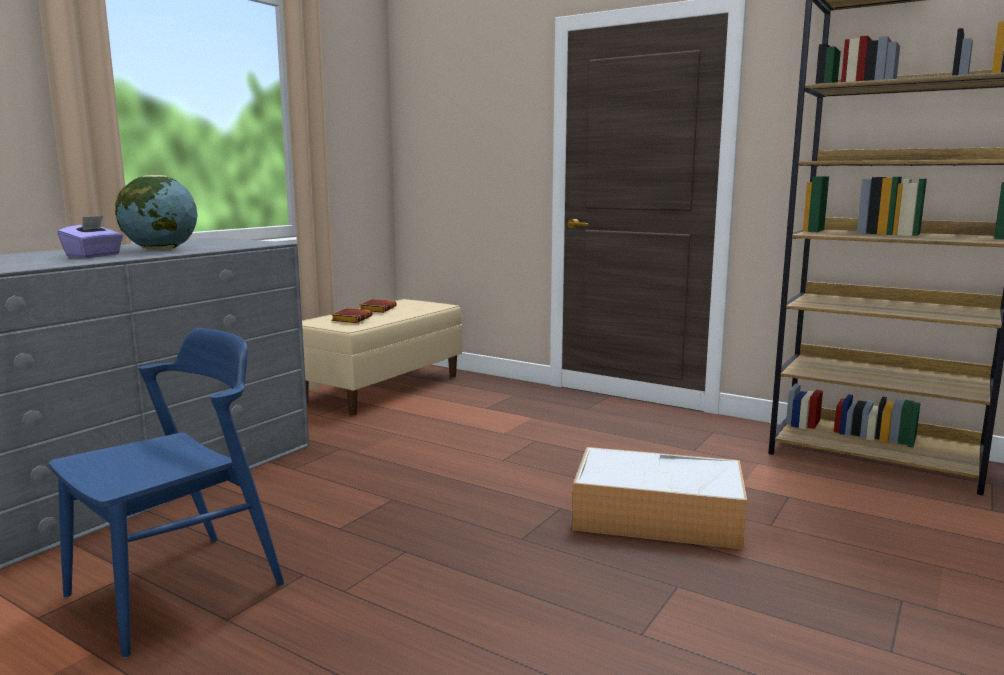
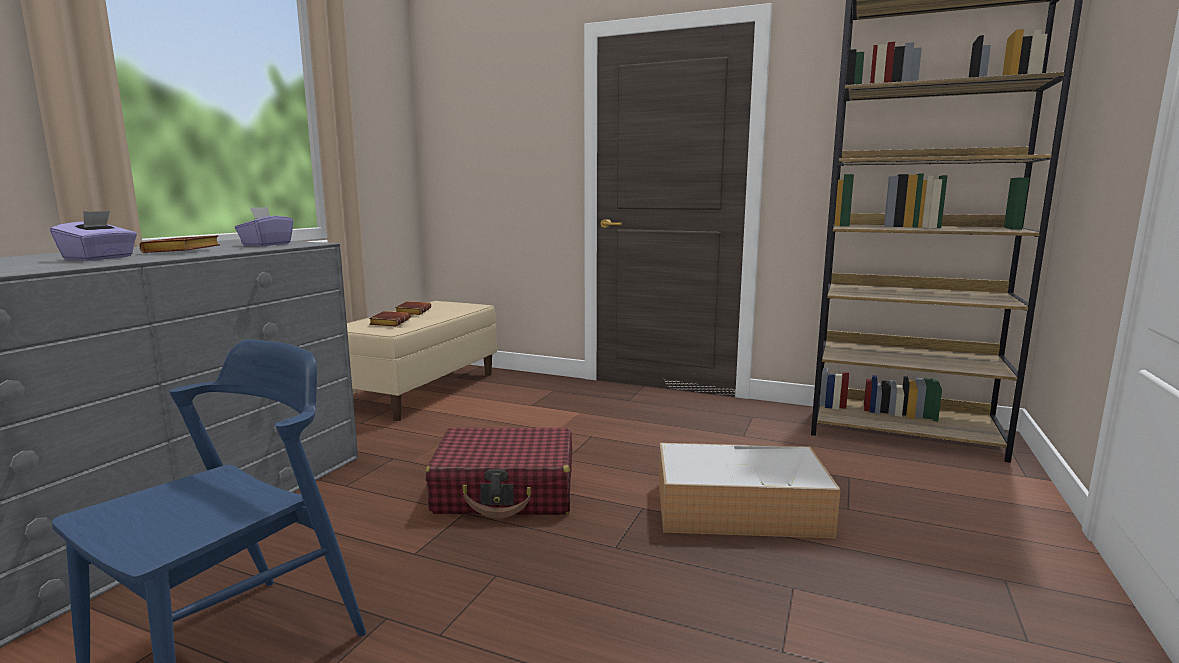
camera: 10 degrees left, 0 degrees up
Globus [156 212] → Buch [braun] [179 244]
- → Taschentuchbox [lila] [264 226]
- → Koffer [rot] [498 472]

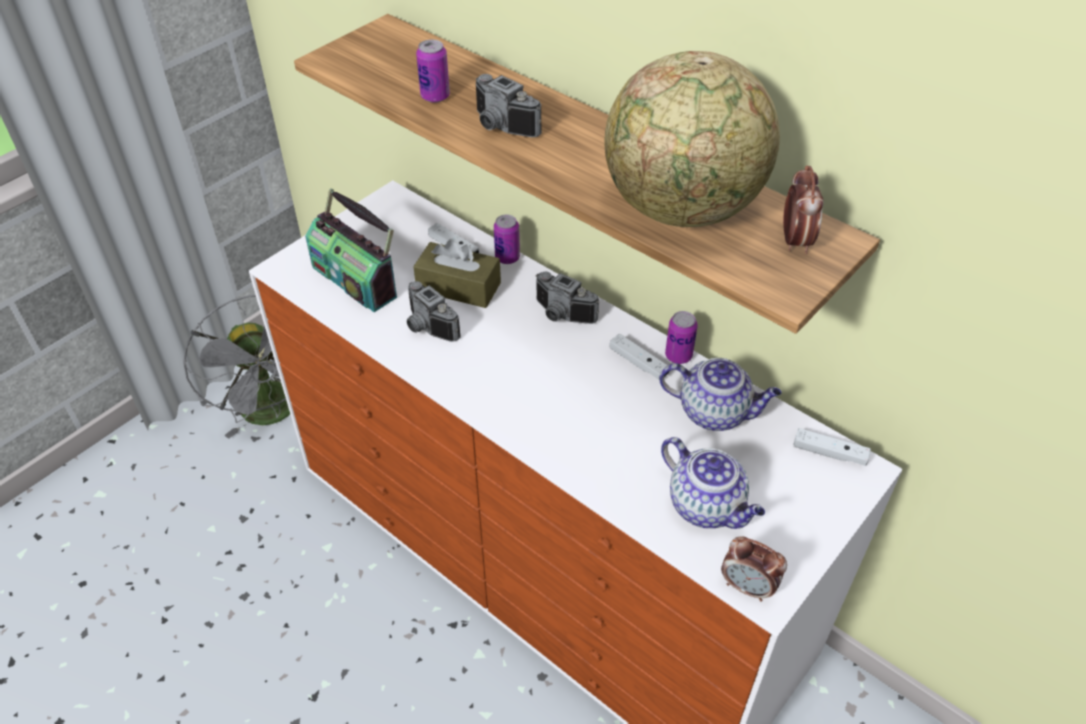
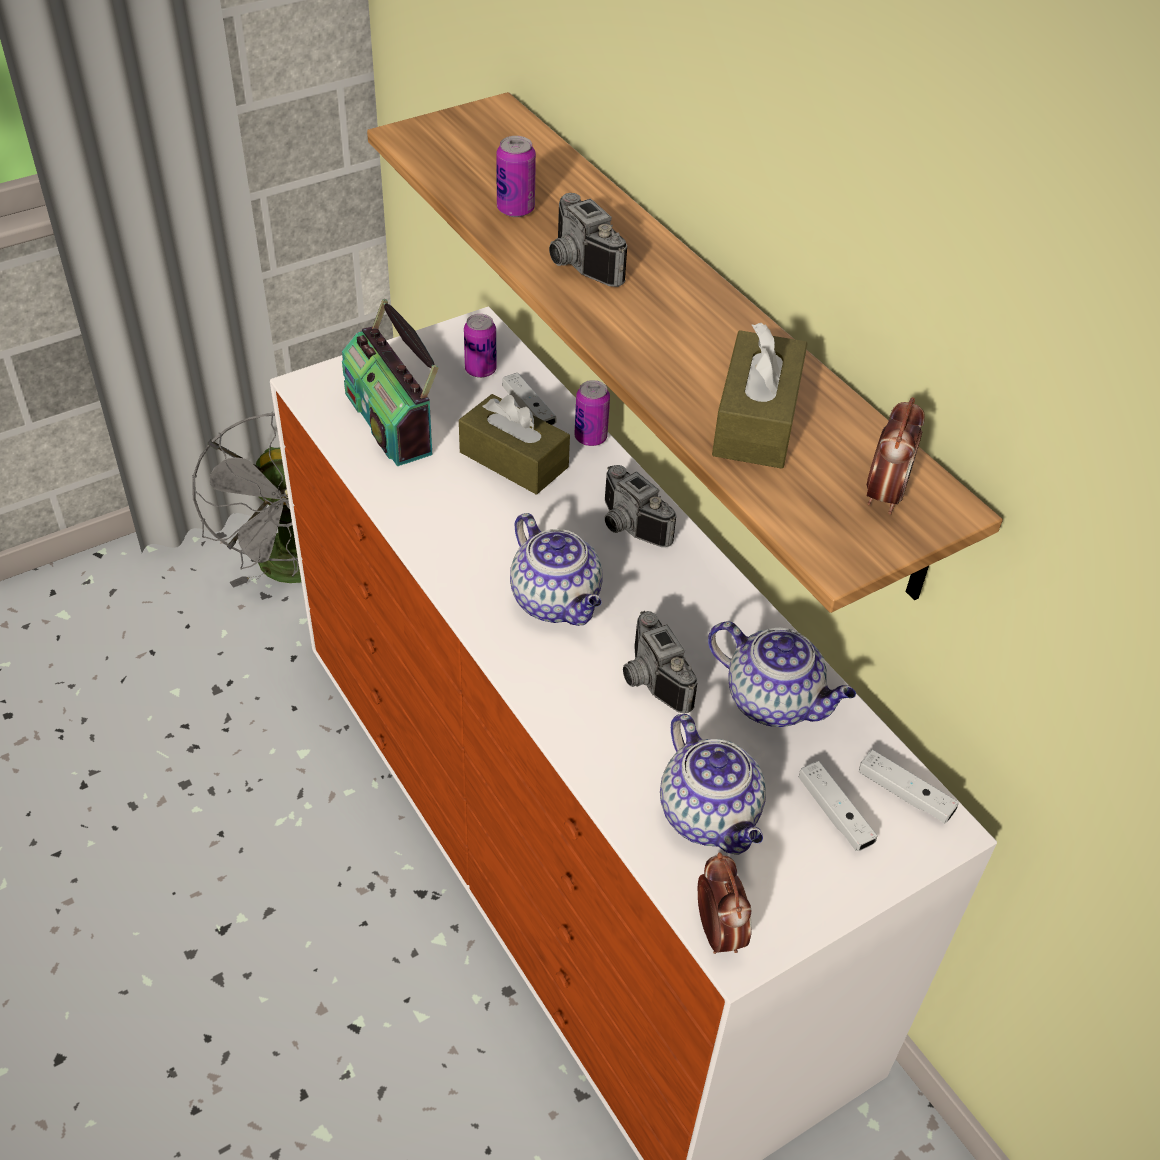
camera: 15 degrees right, 0 degrees up
Kamera [434 311] → Kamera [660 662], shifted
Globus [692 139] → Taschentuchbox [braun] [760 396]
Gamepad [weiß] [640 357] → Gamepad [weiß] [838 806], shifted
Dose [681 337] → Dose [480 346], shifted
Wecker [754 569] → Wecker [725 903], 150 degrees counterclockwise
- → Teekanne [556 569]

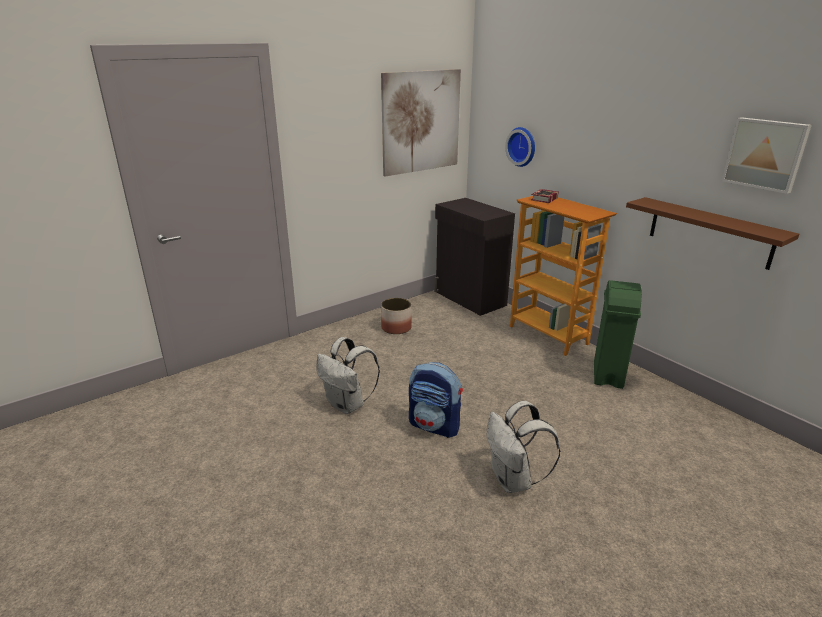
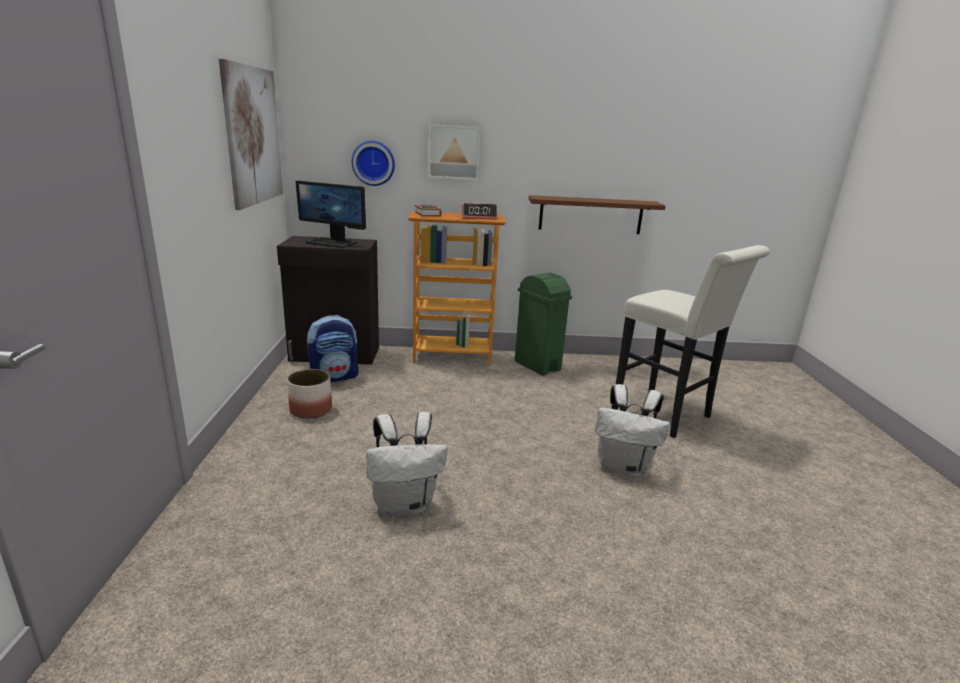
camera: 55 degrees left, 5 degrees down
Rucksack [436 400] → Rucksack [333 348], shifted
Bild [767 155] → Bild [454 152], shifted
- → Monitor [331 214]
- → Wecker [479 211]
- → Hocker [weiß] [692 341]

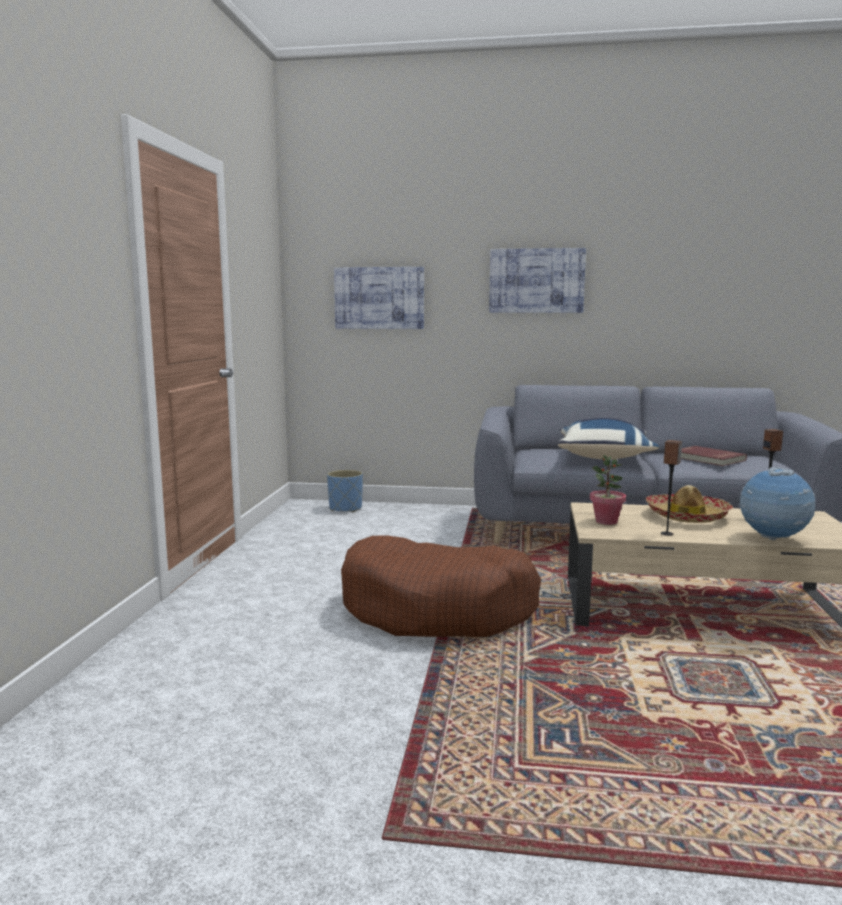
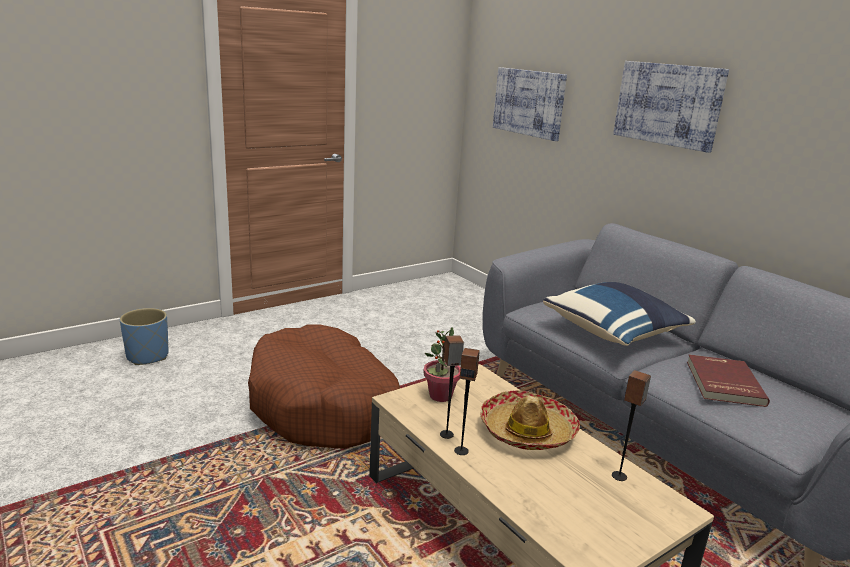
camera: 45 degrees right, 10 degrees up
Pflanzkübel [blau] [345 491] → Pflanzkübel [blau] [144 336], shifted
Globus [776 503] → -
- → Lautsprecher [467 401]

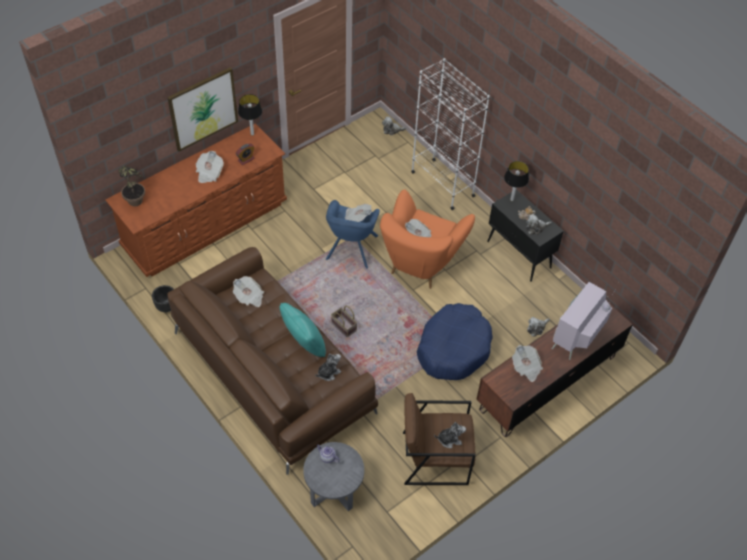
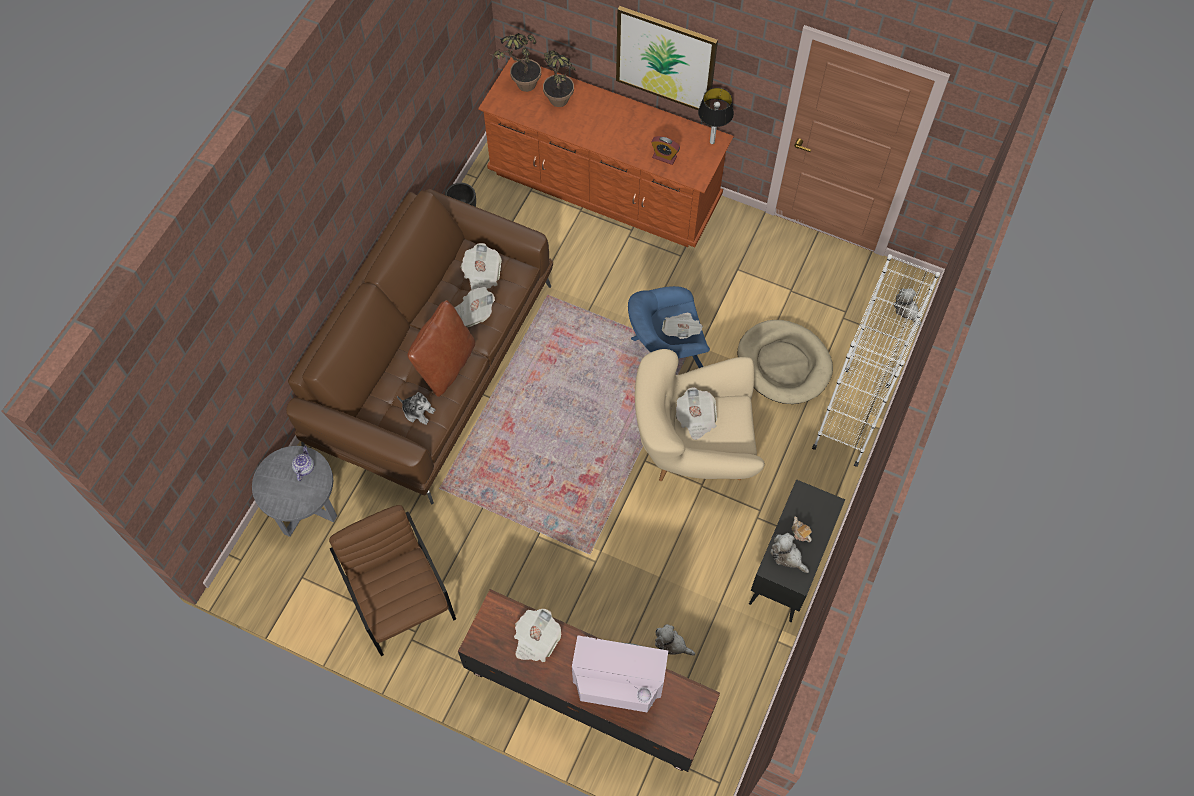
camera: 65 degrees right, 10 degrees up
Zeitung [210 167] → Zeitung [474 307], shifted
Kissen [türkis] [302 330] → Kissen [braun] [441 348]
Korb [344 322] → -
Sessel [orange] [427 239] → Sessel [beige] [700 415]
Hundebett [blau] [455 341] → -
Plüschtier [450 435] → -
Tischlampe [516 181] → -
- → Topfpflanze [559 78]
- → Hundebett [beige] [785 362]

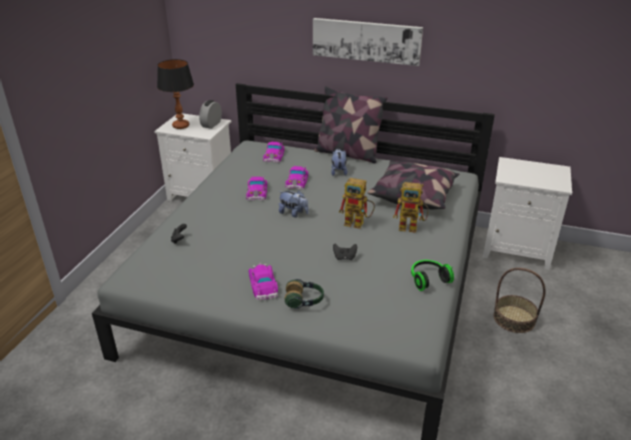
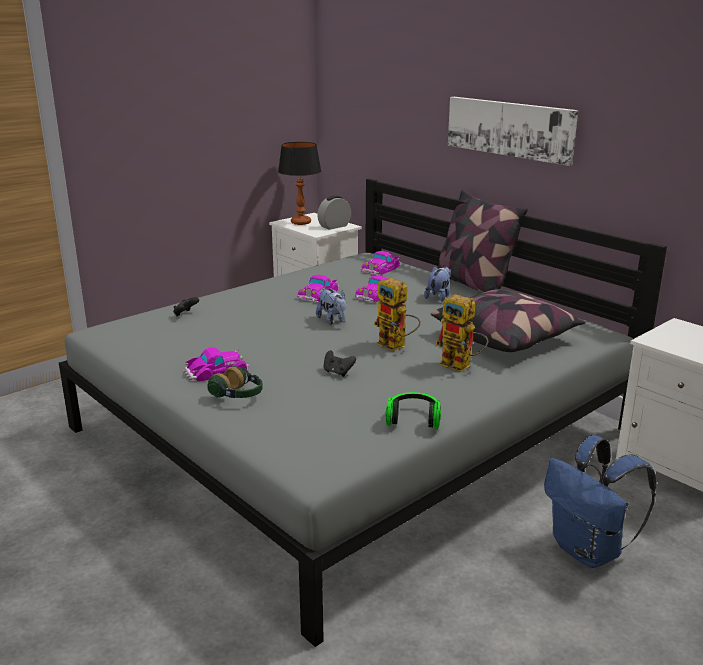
camera: 30 degrees right, 10 degrees down
Spielzeugauto [263 281] → Spielzeugauto [216 364], 45 degrees clockwise
Korb [520 300] → Rucksack [blau] [600 501]

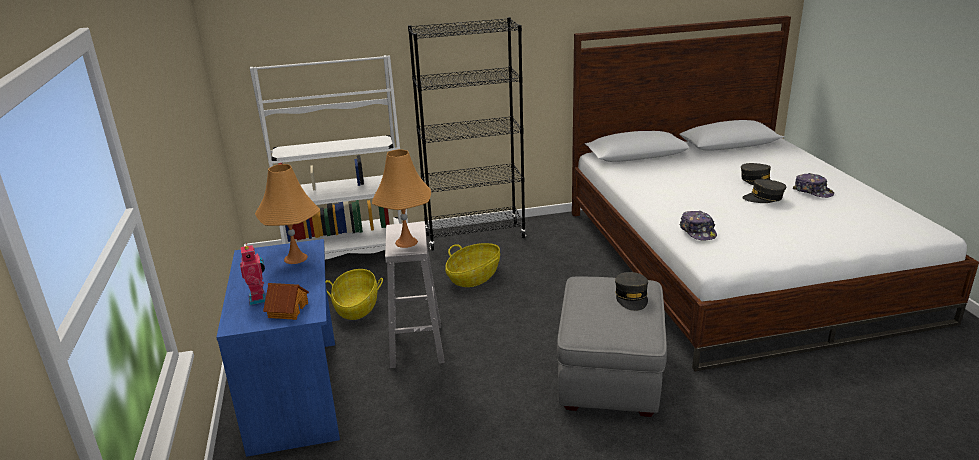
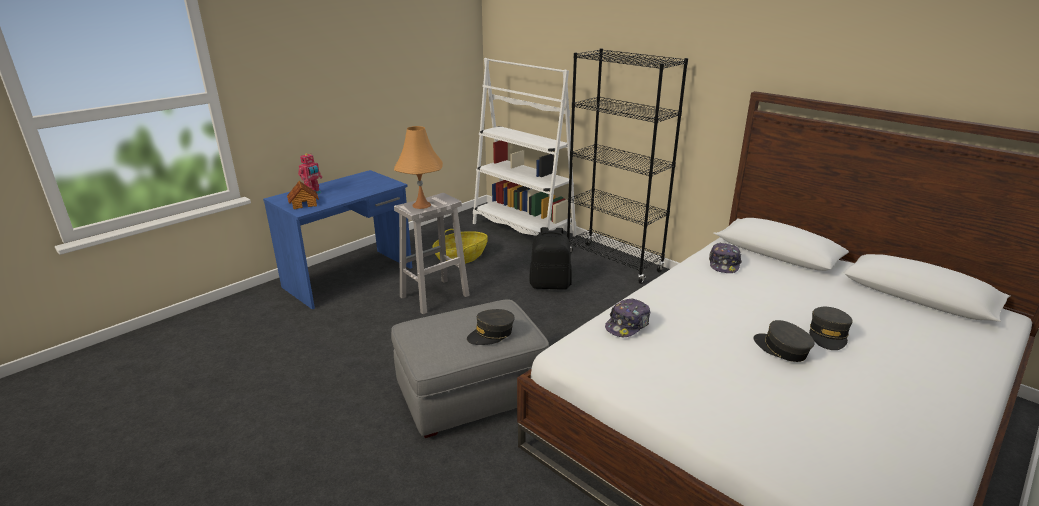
camera: 55 degrees right, 0 degrees up
Tischlampe [orange] [287 214] → -
Korb [472 265] → Rucksack [schwarz] [550 258]
Kappe [813 185] → Kappe [725 257], shifted

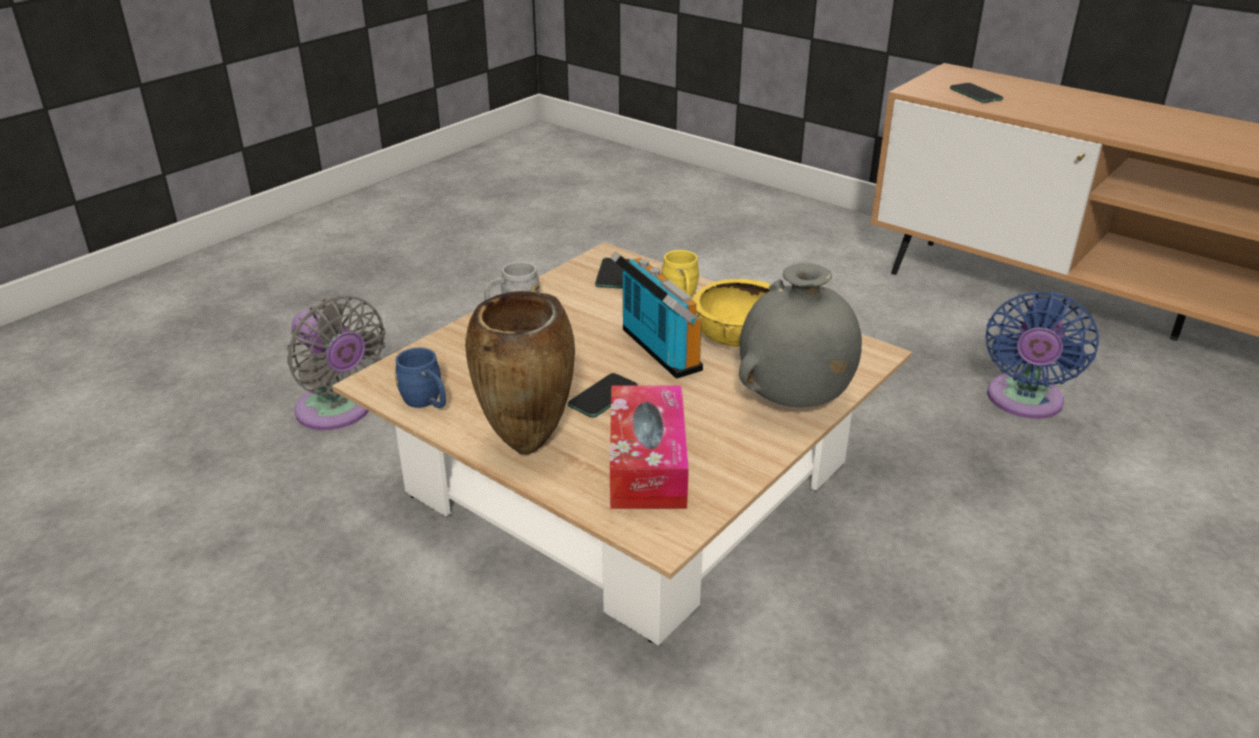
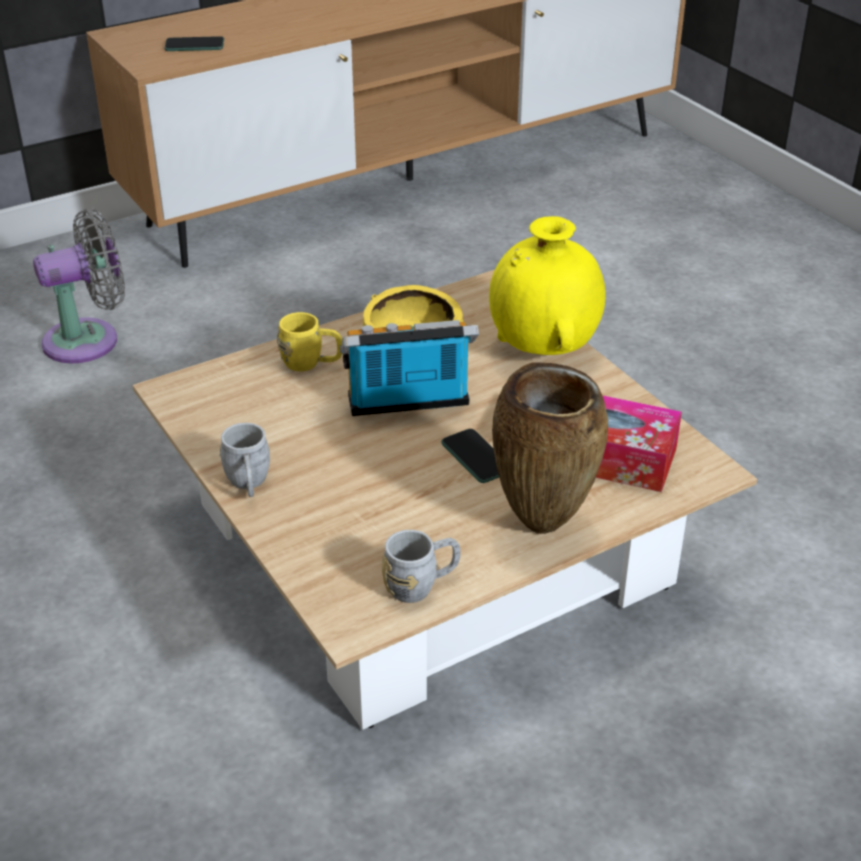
camera: 70 degrees left, 5 degrees up
Ventilator [grau] [336 362] → Ventilator [grau] [79 286], shifted
Henkelbecher [blau] [420 378] → Henkelbecher [grau] [421 566]
Handy [612 273] → -
Vase [grau] [800 335] → Vase [gelb] [547 285]
Ventilator [blau] [1042 355] → -

